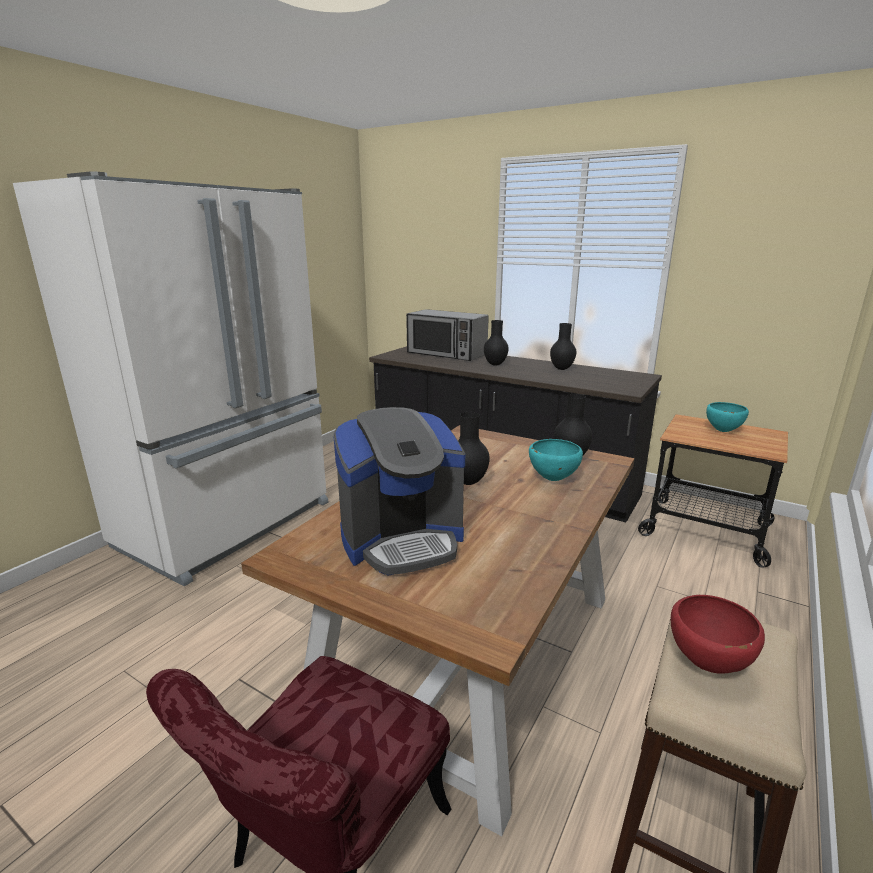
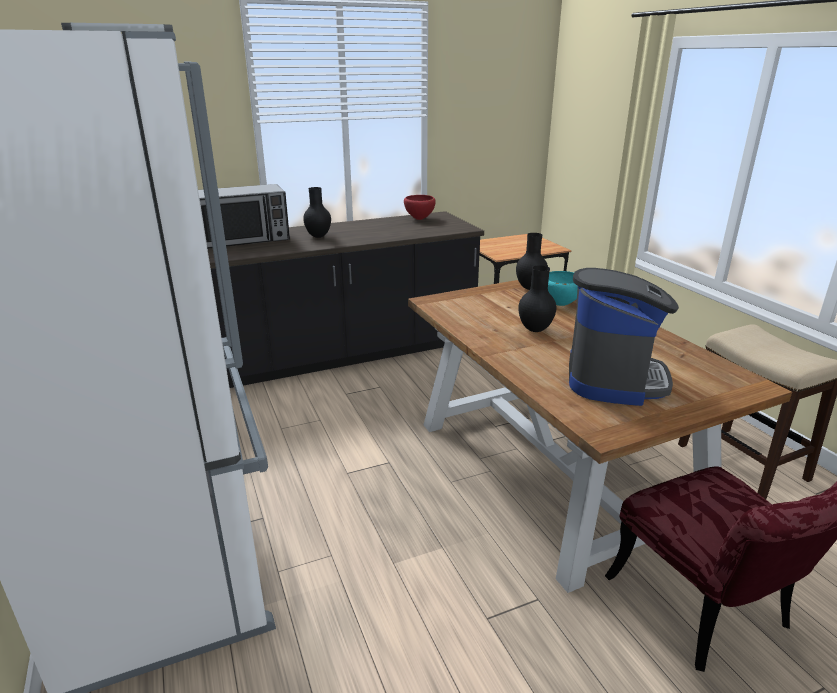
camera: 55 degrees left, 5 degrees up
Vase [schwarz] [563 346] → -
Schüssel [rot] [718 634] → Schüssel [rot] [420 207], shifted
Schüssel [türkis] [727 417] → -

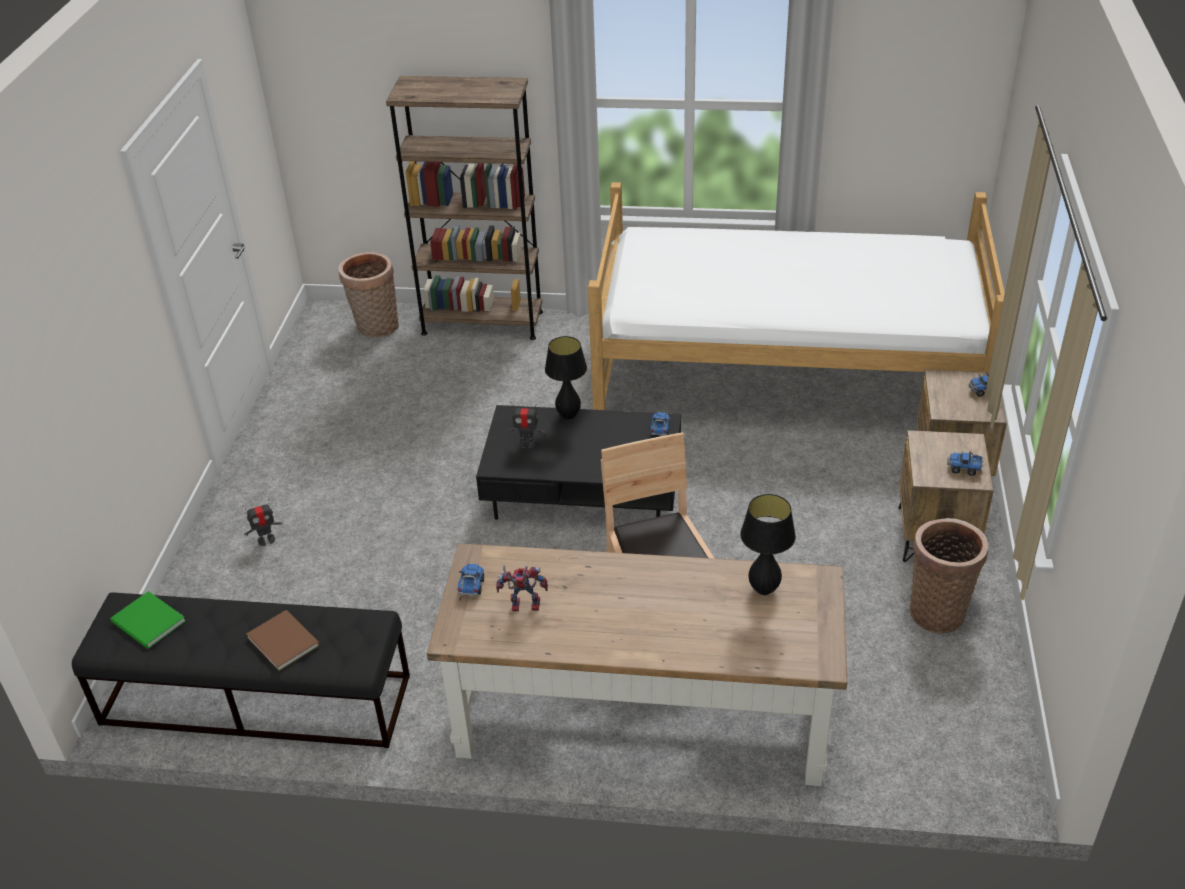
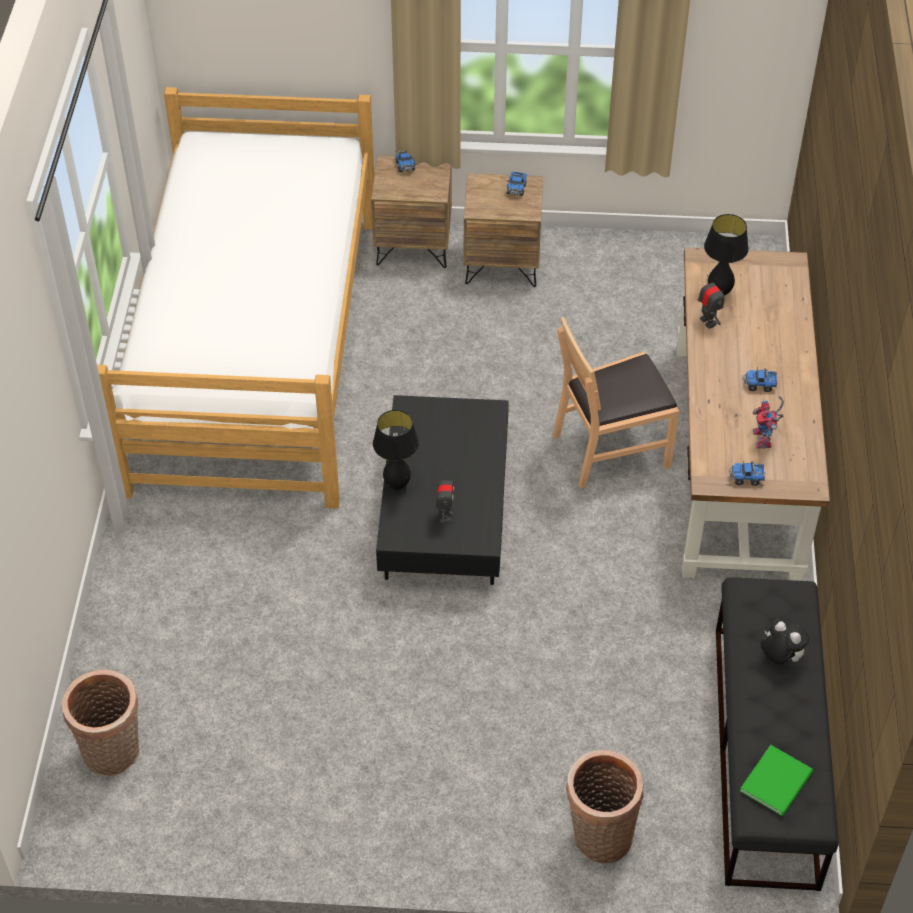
camera: 95 degrees left, 10 degrees up
Spielzeugroboter [263 522] → Spielzeugroboter [711 302], shifted
Buch [braun] [283 640] → Plüschtier [784 641]
Bücherregal [braun] [464 208] → -
Spielzeuglaster [660 424] → Spielzeuglaster [761 380], shifted
Korb [949 576] → Korb [605 807], shifted

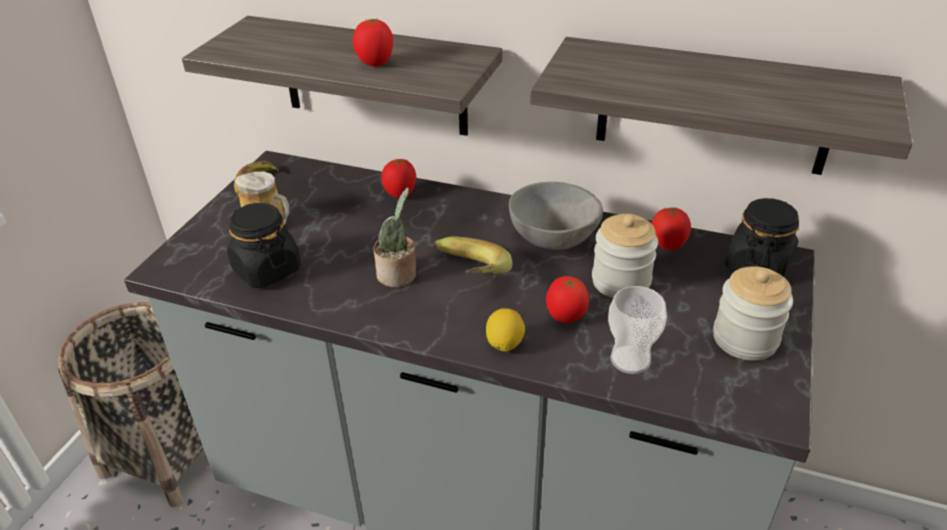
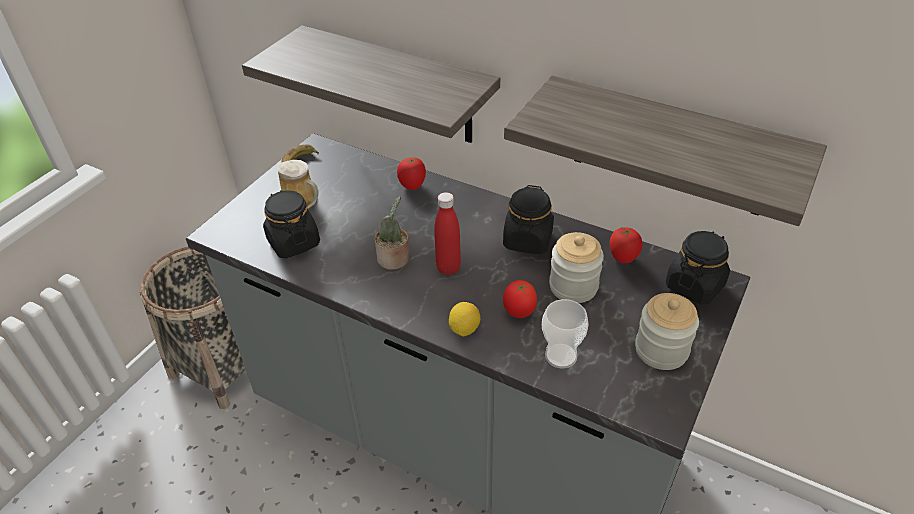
camera: 10 degrees right, 5 degrees up
Tomate [373 42] → -
Banane [473 255] → Flasche [rot] [447 233]
Schüssel [grau] [556 216] → Vorratsglas [schwarz] [528 219]

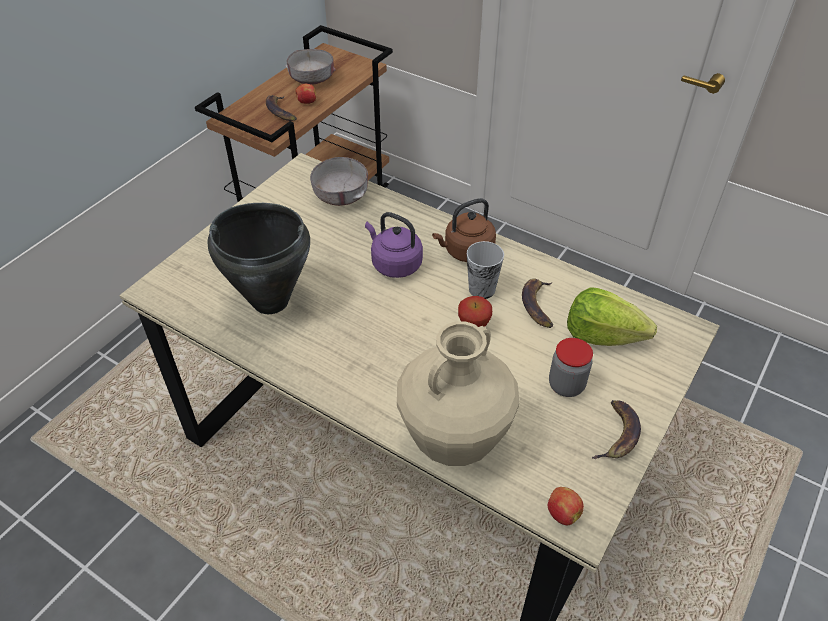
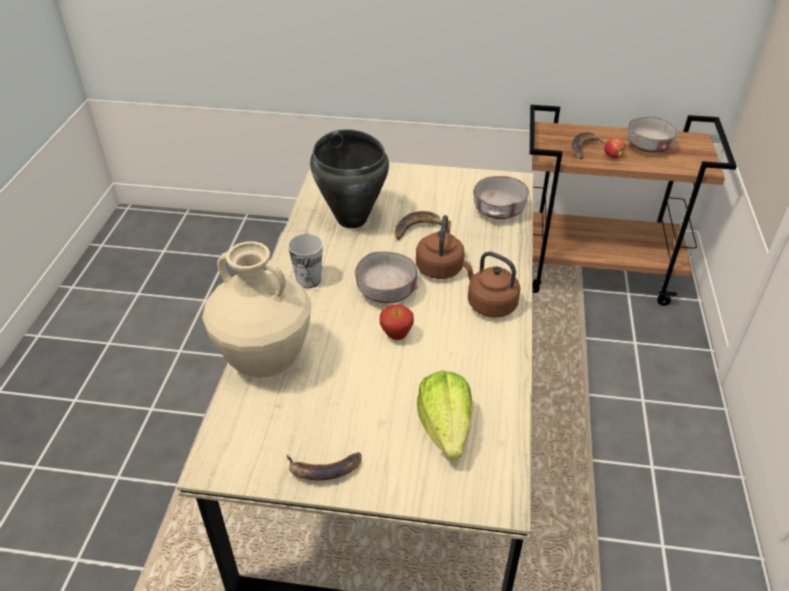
camera: 65 degrees right, 5 degrees down
Wasserkessel [lila] [394 245] → Wasserkessel [braun] [440 247]
Tasse [485 270] → Tasse [305 261], shifted
Banane [537 303] → Banane [418 225], shifted
Apfel [566 506] → -
Vorratsglas [571 367] → -
- → Schüssel [grau] [386 277]

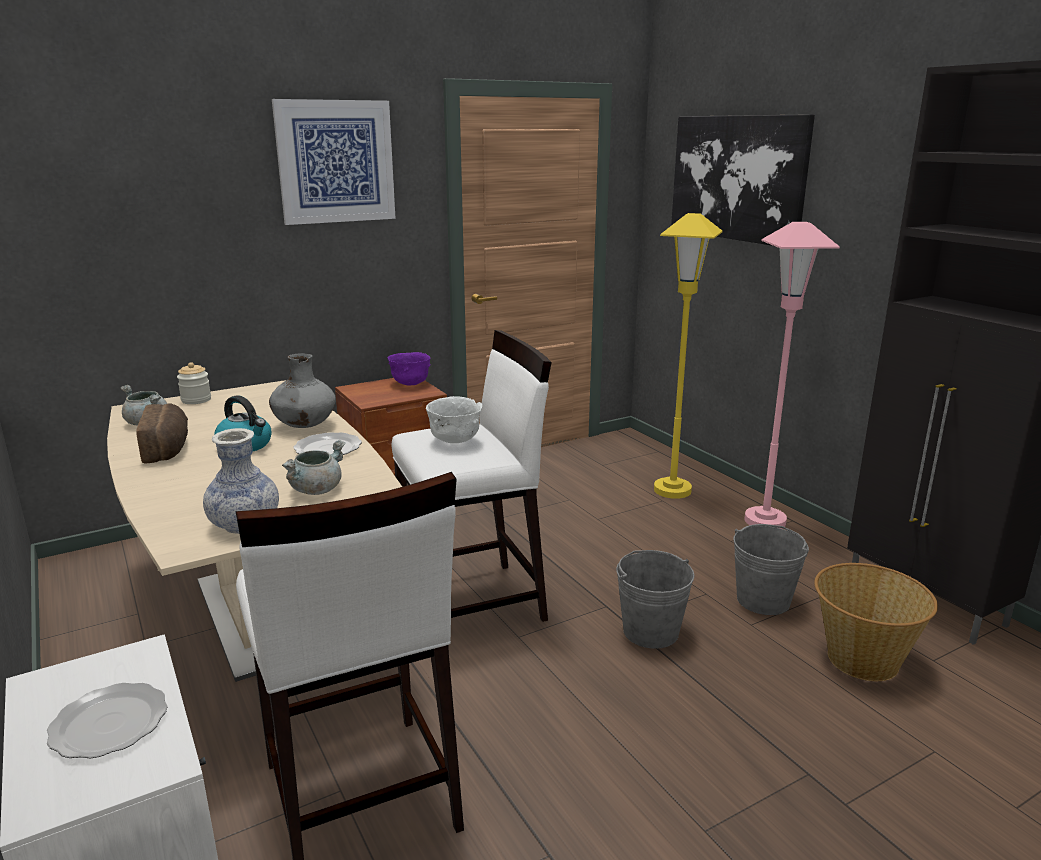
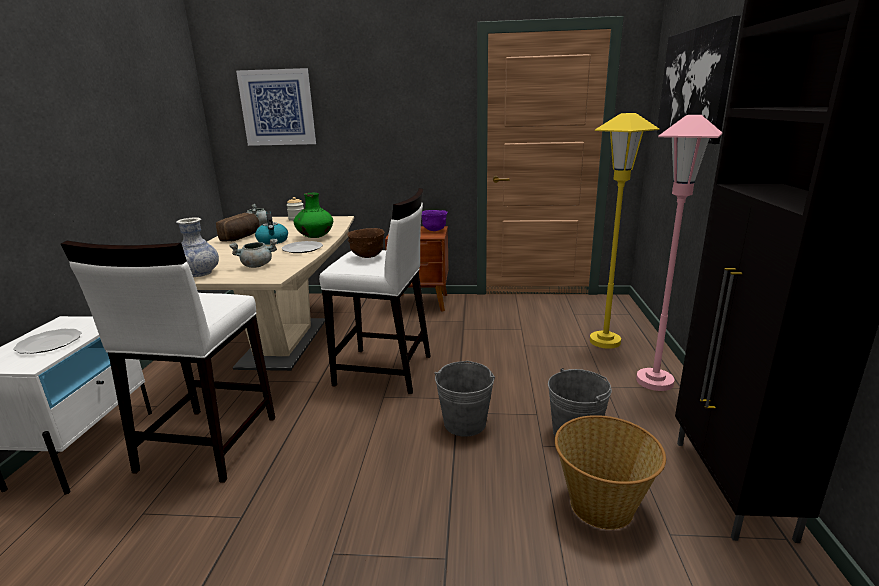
camera: 35 degrees right, 0 degrees up
Vase [grau] [302 390] → Vase [grün] [313 215]
Bild [334 162] → Bild [276 107], shifted
Schüssel [weiß] [454 419] → Schüssel [braun] [365 243]

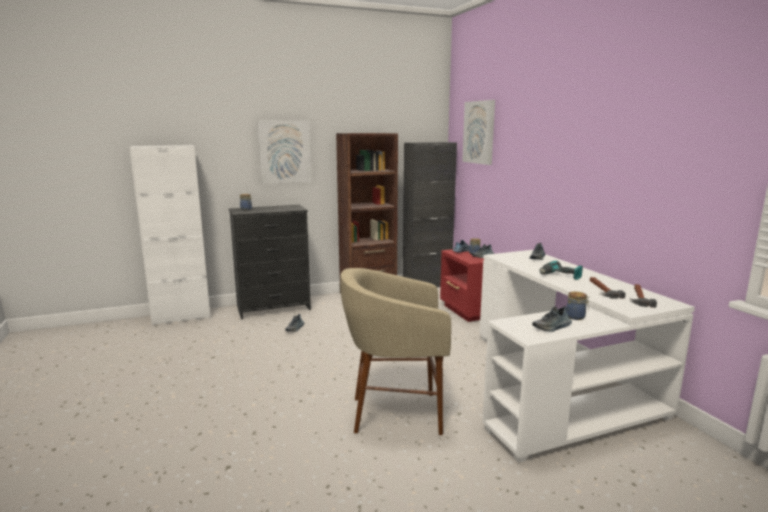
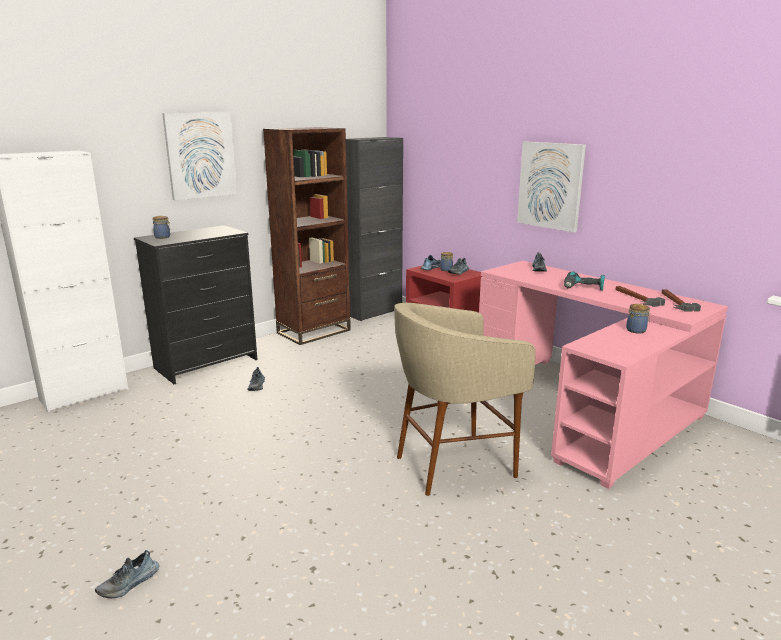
camera: 20 degrees left, 5 degrees up
Bild [478 132] → Bild [551 186], shifted
Schreibtisch [weiß] [587 356] → Schreibtisch [rosa] [603 375]
Schuh [552 319] → Schuh [127 574], shifted

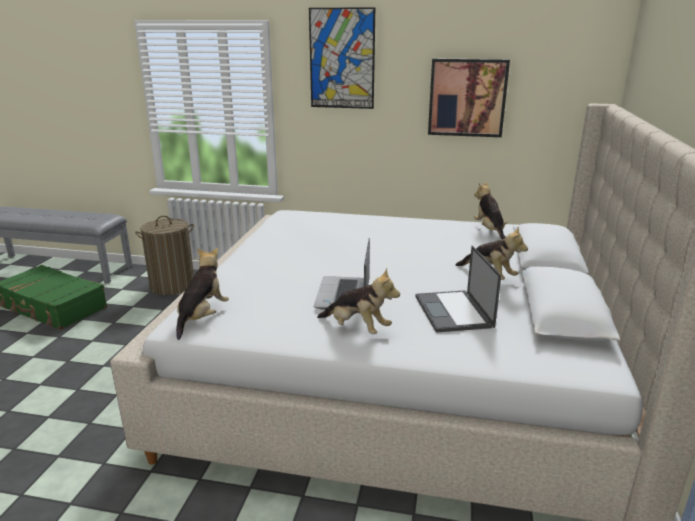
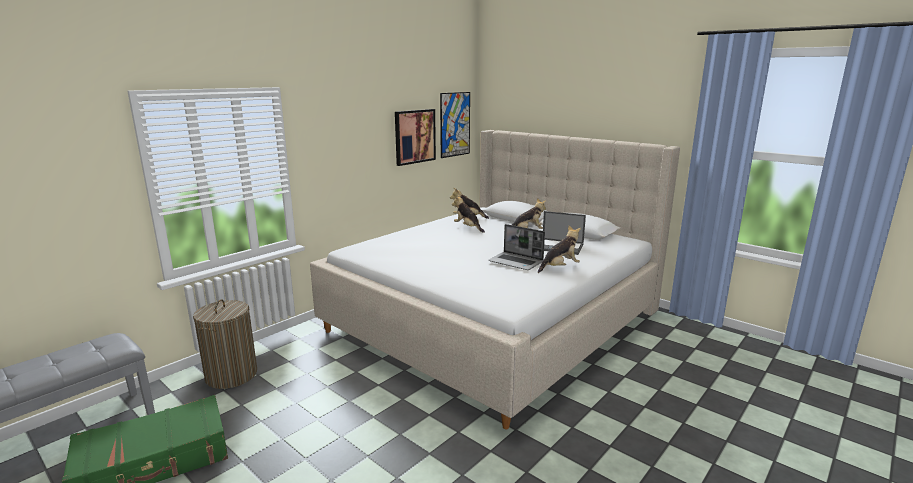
camera: 60 degrees left, 5 degrees down
Plüschtier [202 294] → Plüschtier [468 213], shifted
Bild [342 58] → Bild [455 125], shifted

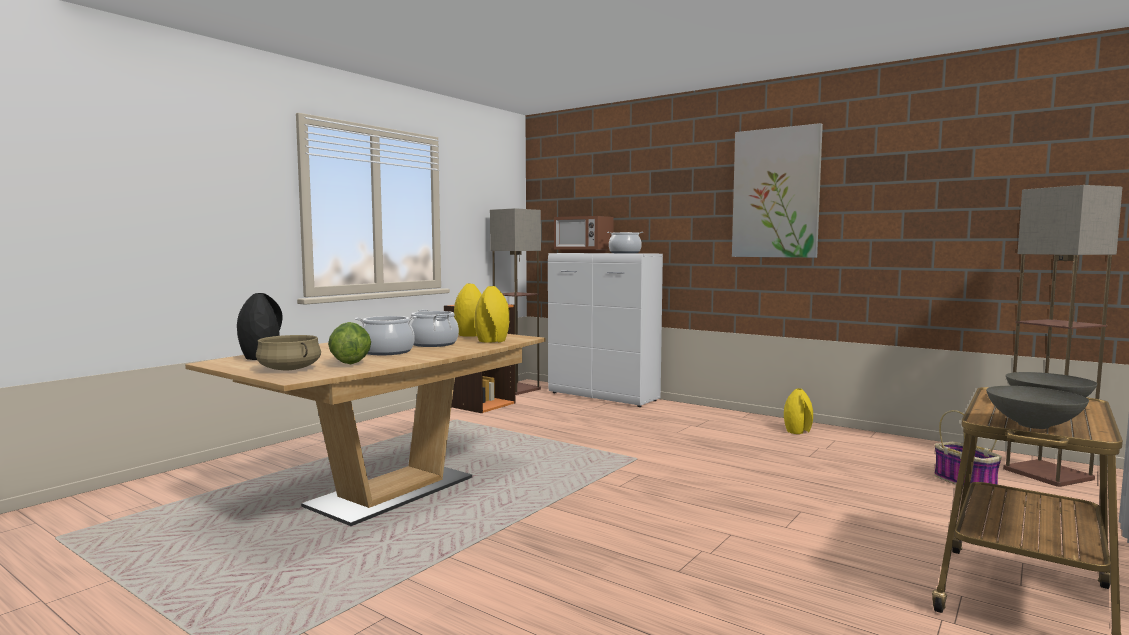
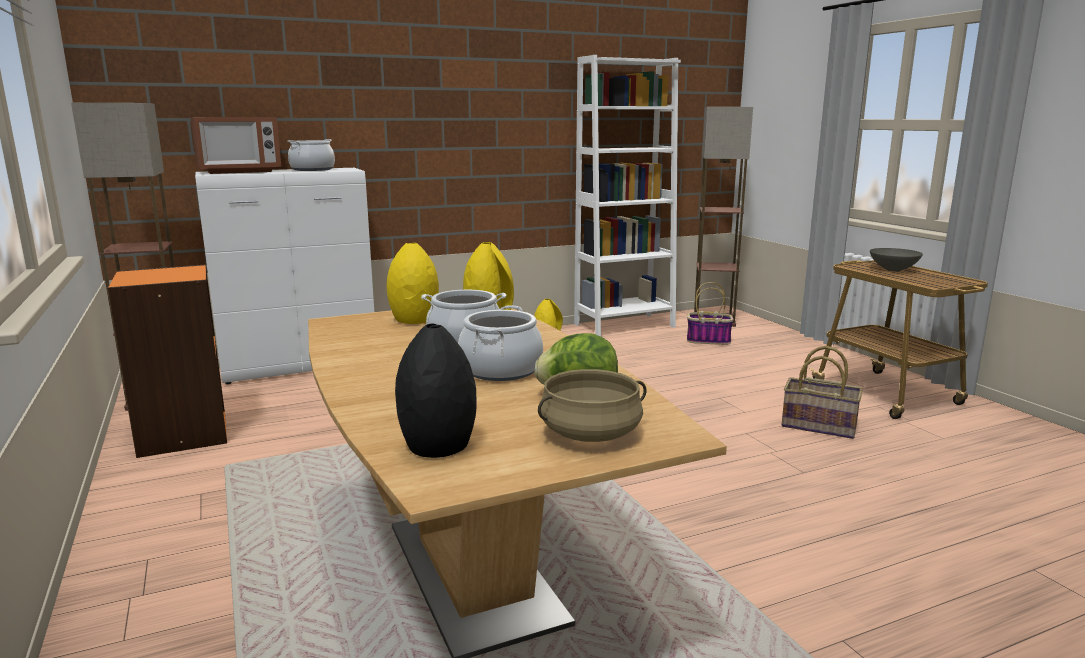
camera: 60 degrees left, 10 degrees up
Bild [777 190] → -
Schüssel [grau] [1037 407] → -
- → Bücherregal [weiß] [627 195]
- → Korb [822 392]

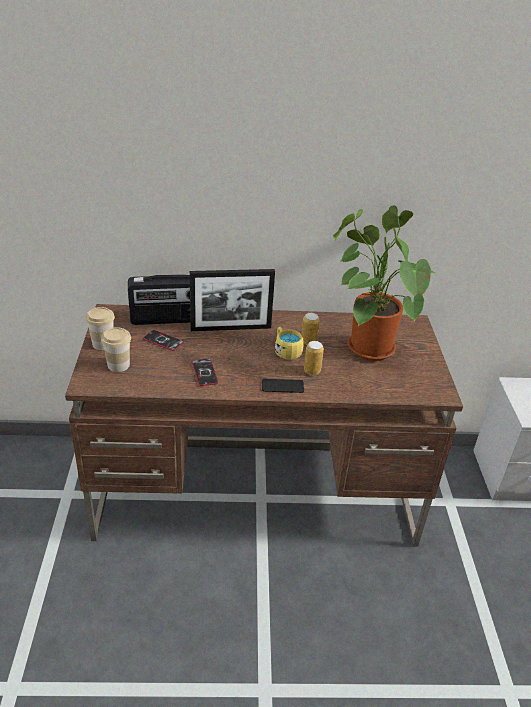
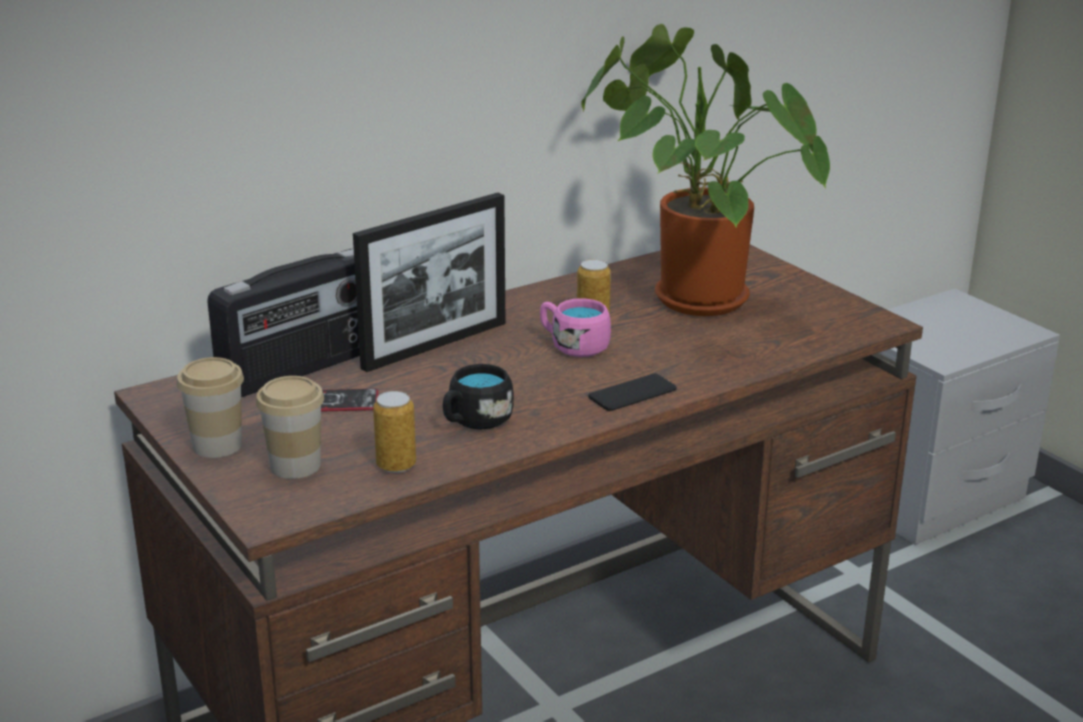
camera: 30 degrees left, 10 degrees down
Handy [205 372] → Henkelbecher [schwarz] [478 397]
Henkelbecher [gelb] [289 343] → Henkelbecher [rosa] [575 327]
Dose [314 358] → Dose [394 432], shifted

